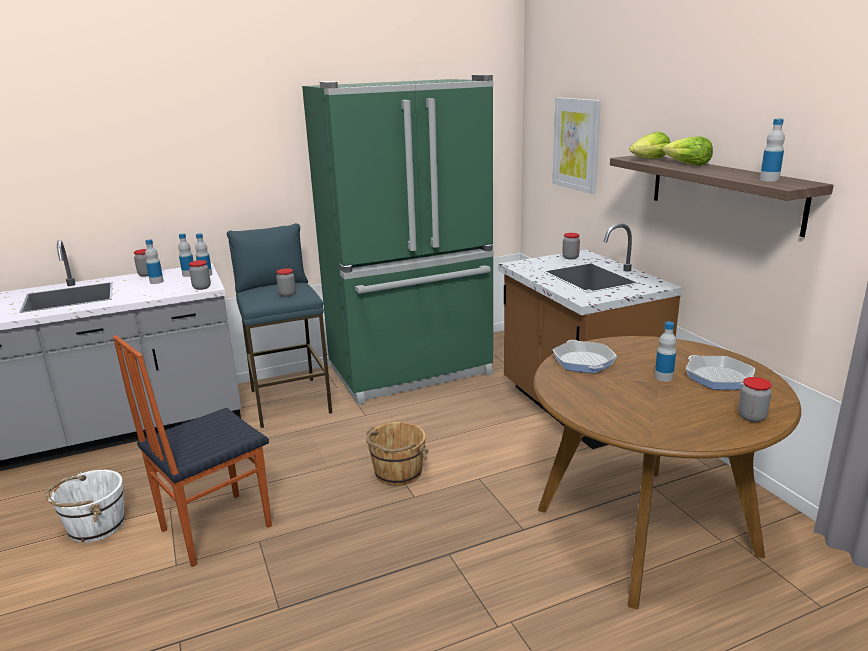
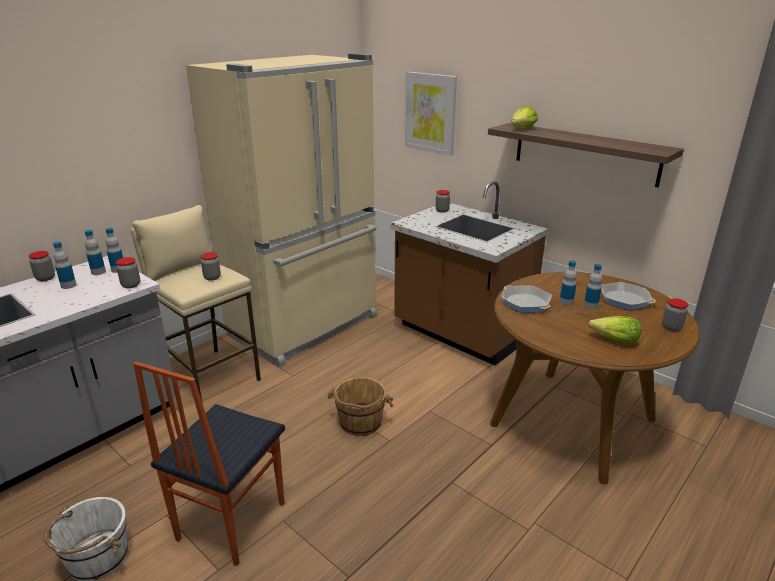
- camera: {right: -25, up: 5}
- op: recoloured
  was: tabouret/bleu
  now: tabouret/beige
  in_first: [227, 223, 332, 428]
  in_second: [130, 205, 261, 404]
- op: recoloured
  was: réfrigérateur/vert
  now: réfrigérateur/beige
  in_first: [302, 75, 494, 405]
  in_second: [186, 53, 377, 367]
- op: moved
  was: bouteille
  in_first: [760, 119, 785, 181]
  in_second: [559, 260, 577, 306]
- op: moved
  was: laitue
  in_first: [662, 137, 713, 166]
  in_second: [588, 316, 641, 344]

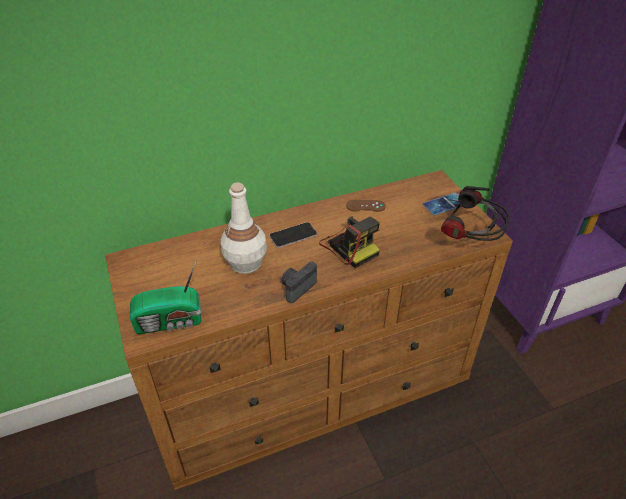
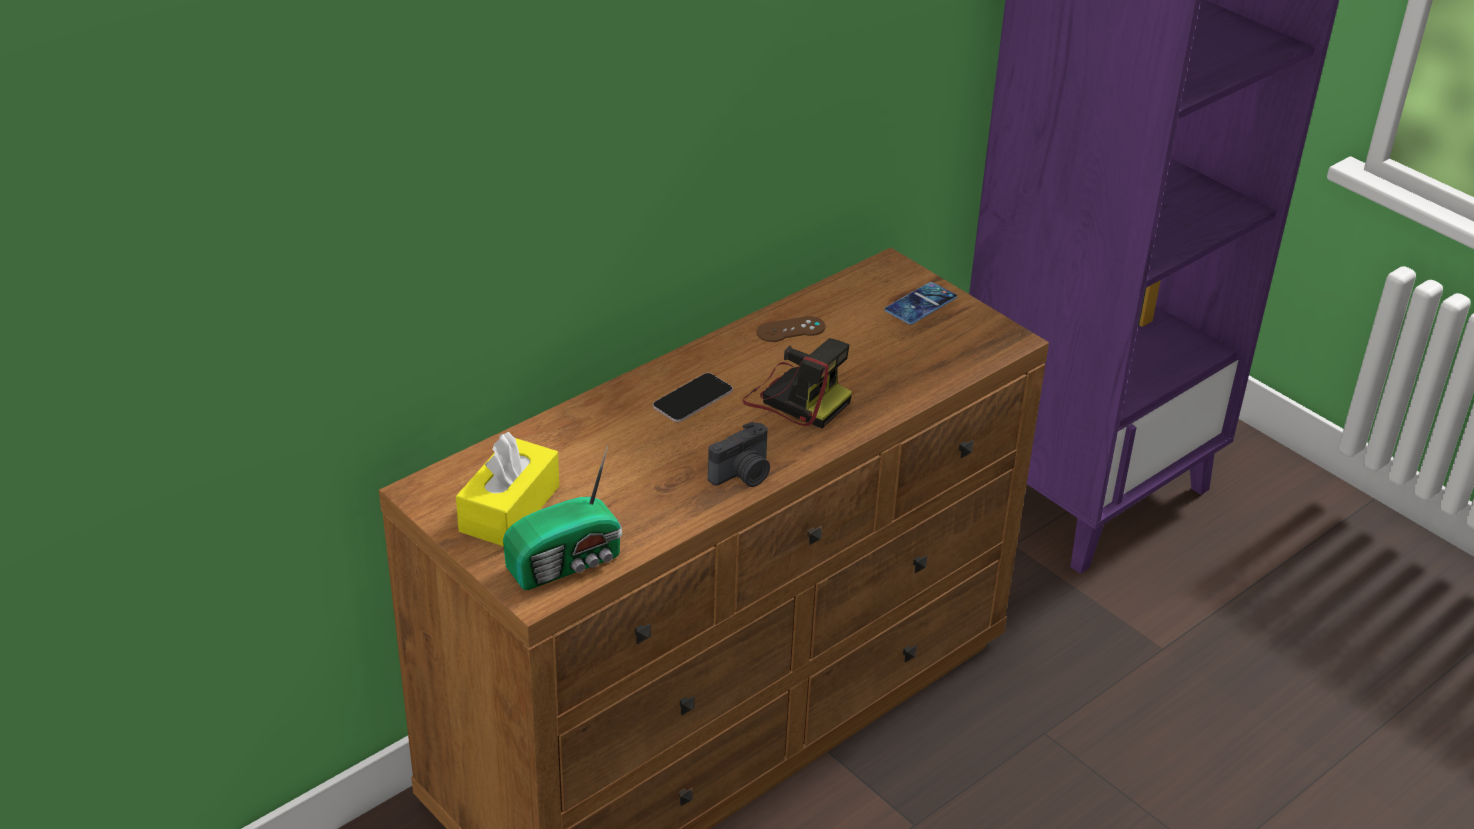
- camera: {right: -20, up: -5}
- op: added
  now: boîte à mouchoirs/jaune
  in_second: [456, 432, 559, 546]
- op: turned
  was: appareil photo
  in_first: [281, 261, 317, 303]
  in_second: [708, 422, 770, 487]
  clockwise: -150
- op: removed
  was: bouteille/blanc
  in_first: [221, 182, 267, 274]
- op: removed
  was: casque audio
  in_first: [441, 186, 510, 241]

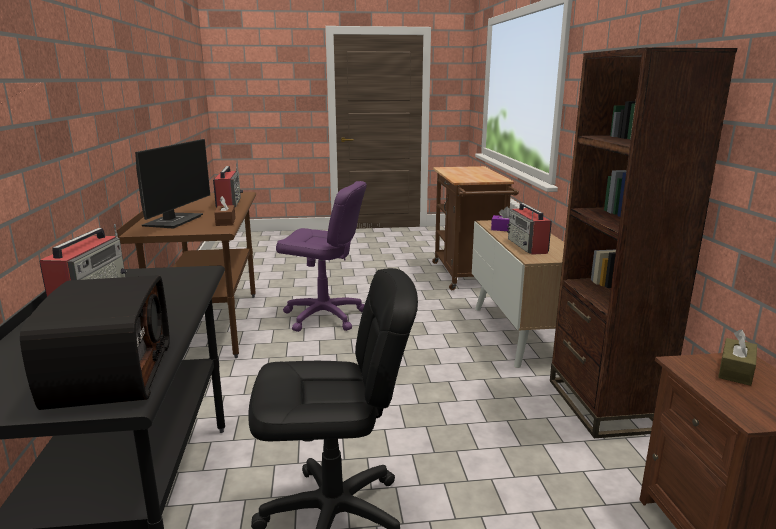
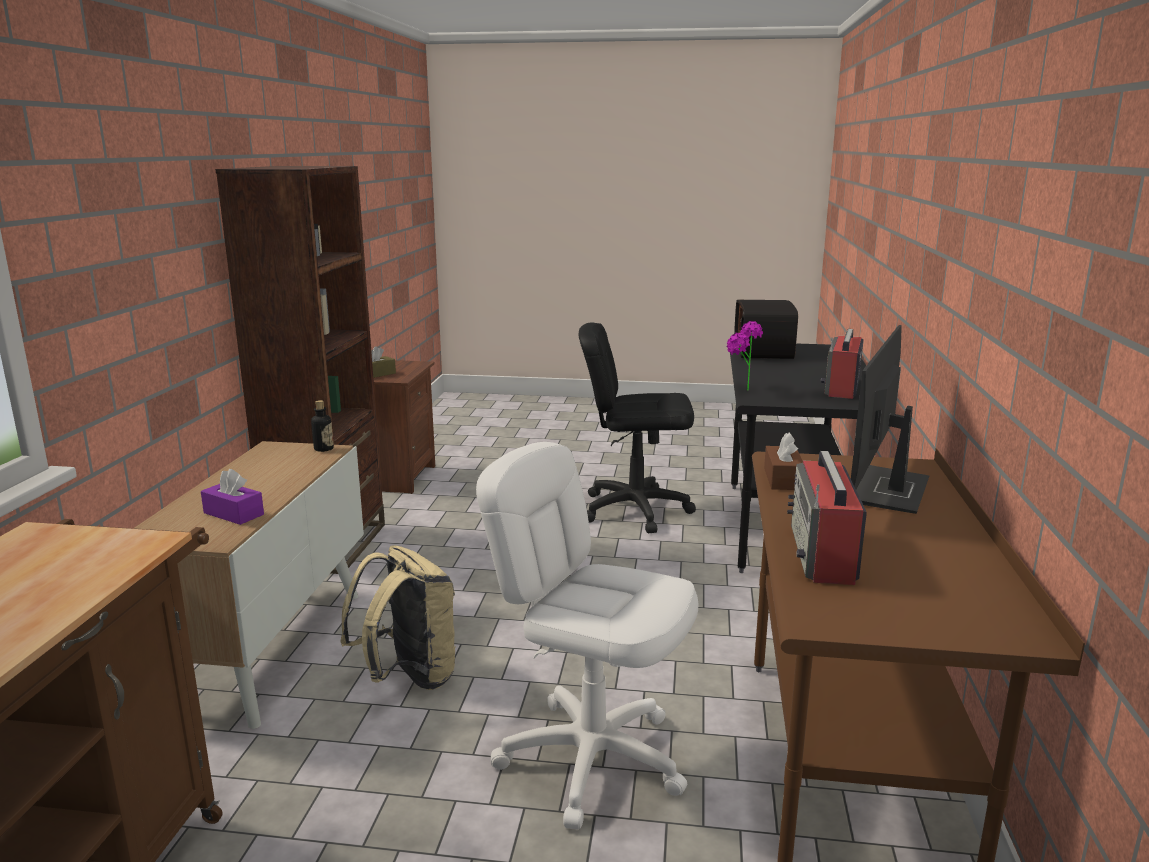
- camera: {right: -165, up: 0}
- op: added
  now: bouteille
  in_second: [311, 400, 334, 452]
- op: added
  now: sac à dos/beige
  in_second: [340, 545, 456, 690]
- op: recoloured
  was: chaise de bureau/violet
  now: chaise de bureau/blanc
  in_first: [276, 181, 367, 332]
  in_second: [476, 442, 698, 830]
- op: added
  now: plante en pot
  in_second: [727, 321, 763, 391]
- op: removed
  was: radio
  in_first: [507, 203, 552, 255]

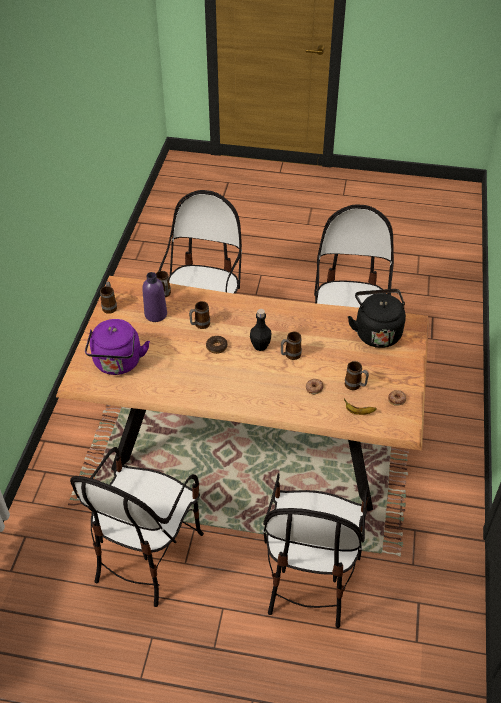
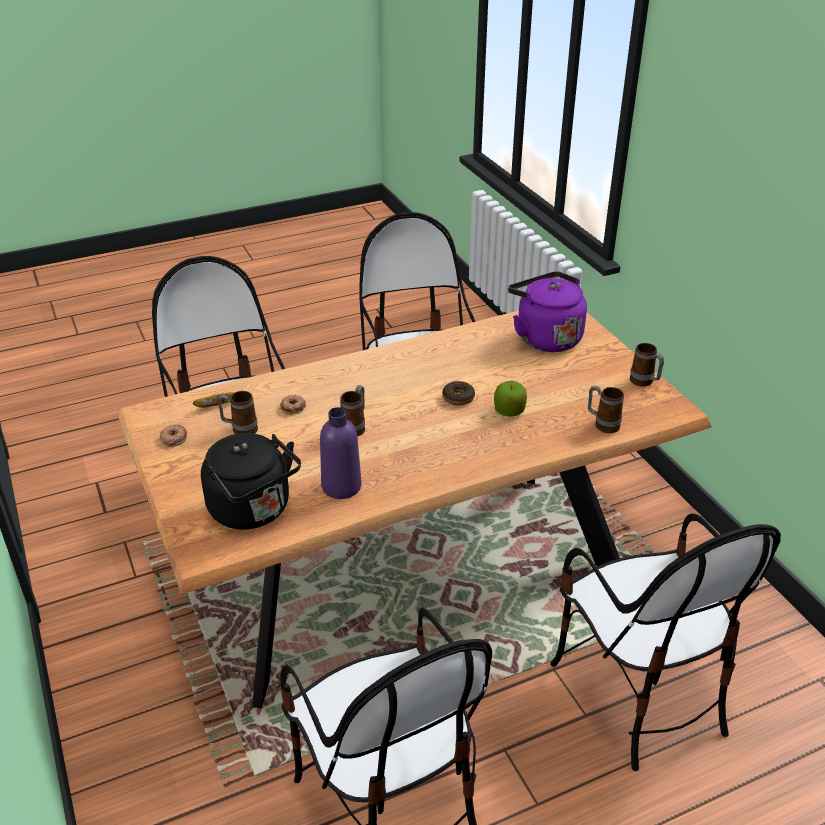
- camera: {right: 145, up: -10}
- op: moved
  was: bouteille/violet
  in_first: [142, 272, 167, 322]
  in_second: [320, 407, 362, 499]
- op: replaced
  was: mug
  now: pomme
  in_first: [189, 301, 210, 329]
  in_second: [494, 381, 527, 417]
- op: removed
  was: bouteille/noir
  in_first: [250, 309, 271, 351]

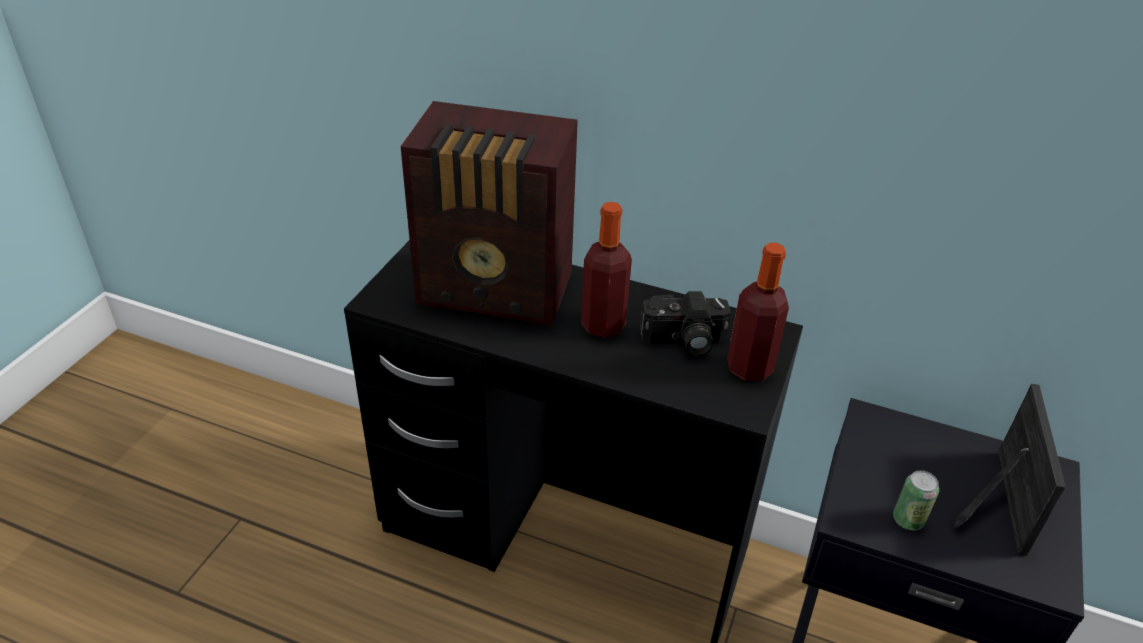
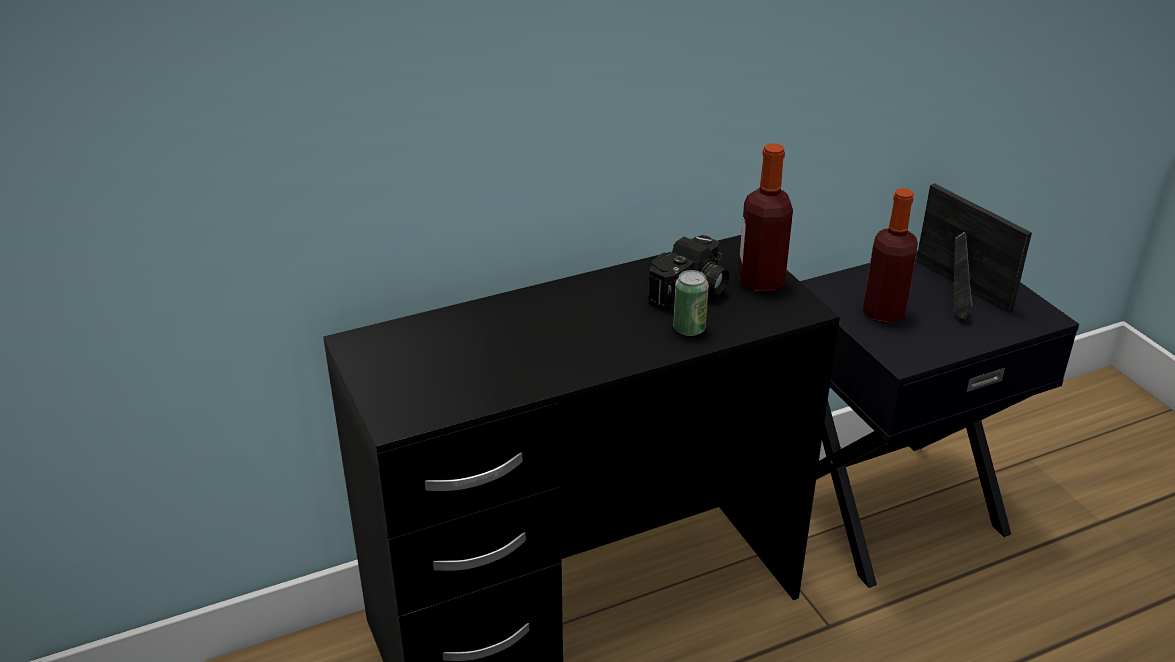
- camera: {right: -45, up: -5}
- op: moved
  was: boîte métallique
  in_first: [893, 470, 939, 531]
  in_second: [673, 270, 709, 336]
- op: moved
  was: bouteille
  in_first: [581, 202, 632, 338]
  in_second: [863, 188, 918, 324]
- op: removed
  was: radio
  in_first: [400, 101, 578, 326]

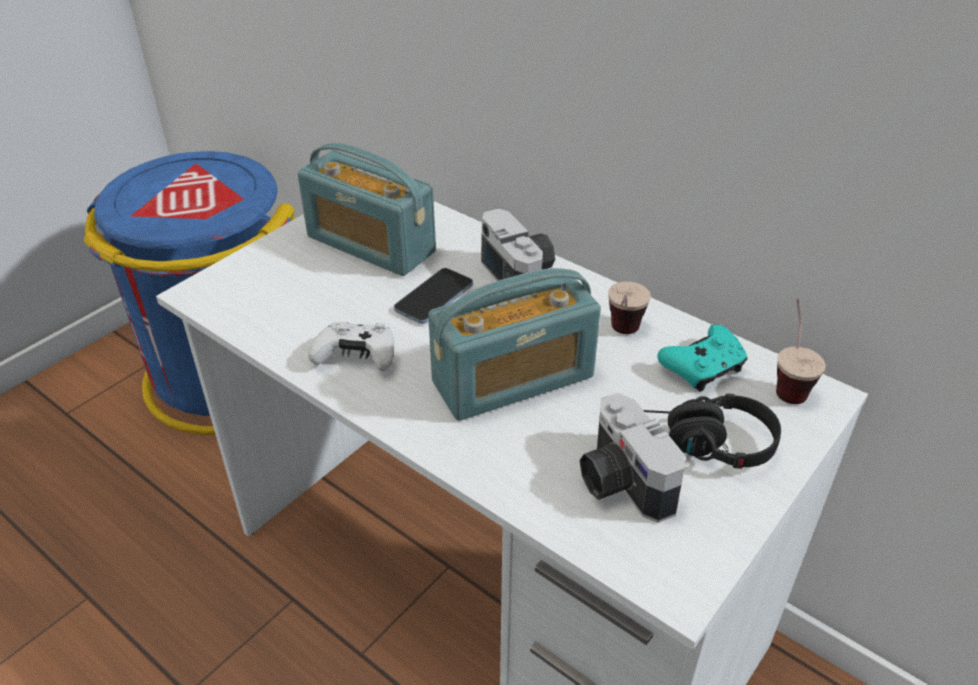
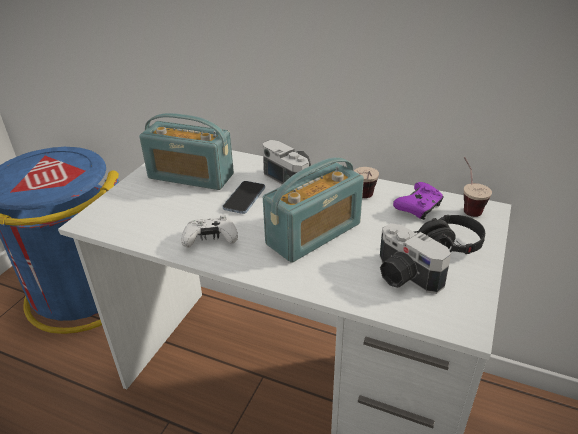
- camera: {right: -15, up: -5}
- op: recoloured
  was: manette/turquoise
  now: manette/violet
  in_first: [657, 325, 748, 392]
  in_second: [393, 182, 444, 220]

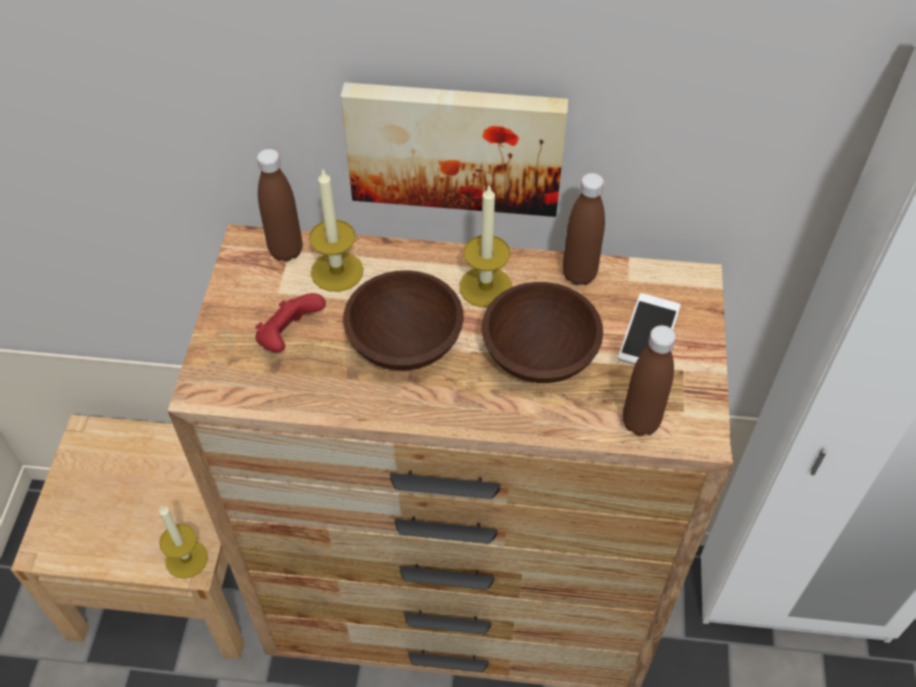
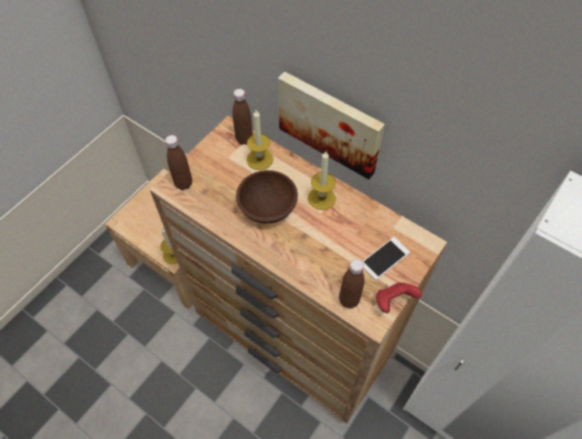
- camera: {right: 30, up: 5}
- op: moved
  was: bouteille/marron
  in_first: [562, 173, 605, 285]
  in_second: [165, 135, 192, 190]
- op: moved
  was: manette/rouge
  in_first: [255, 293, 326, 352]
  in_second: [376, 282, 422, 313]
- op: removed
  was: bol/marron
  in_first: [482, 282, 603, 383]

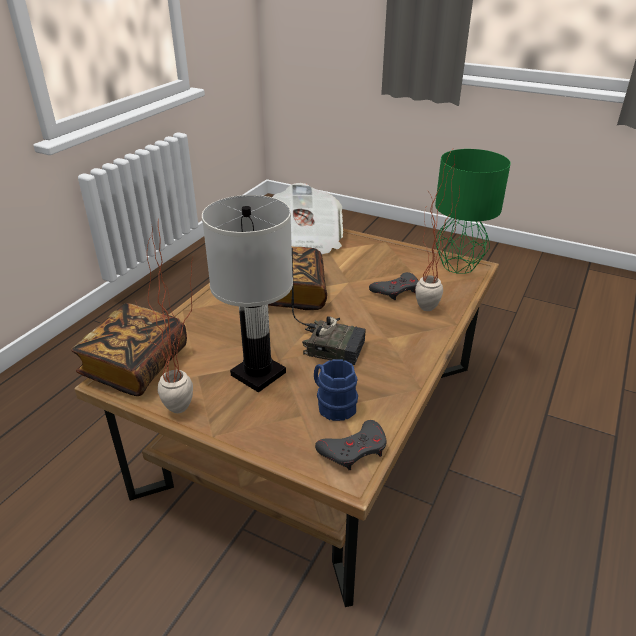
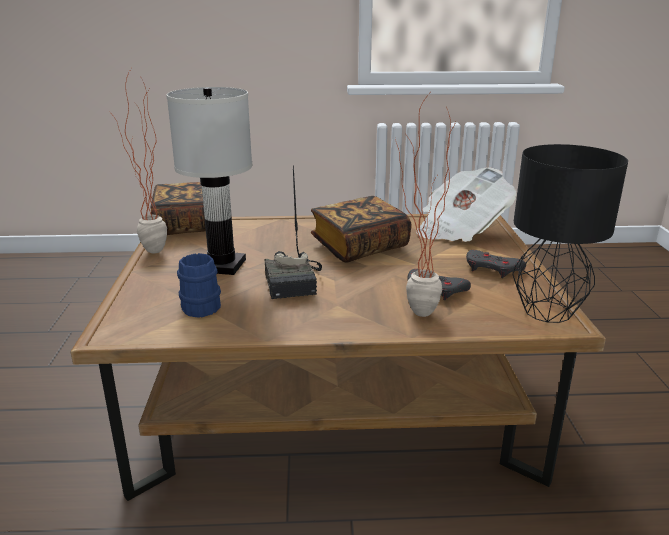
- camera: {right: 60, up: -10}
- op: moved
  was: manette/gris
  in_first: [315, 420, 387, 470]
  in_second: [466, 250, 526, 278]
- op: recoloured
  was: lampe de table/vert
  now: lampe de table/noir
  in_first: [435, 149, 511, 274]
  in_second: [513, 144, 628, 323]

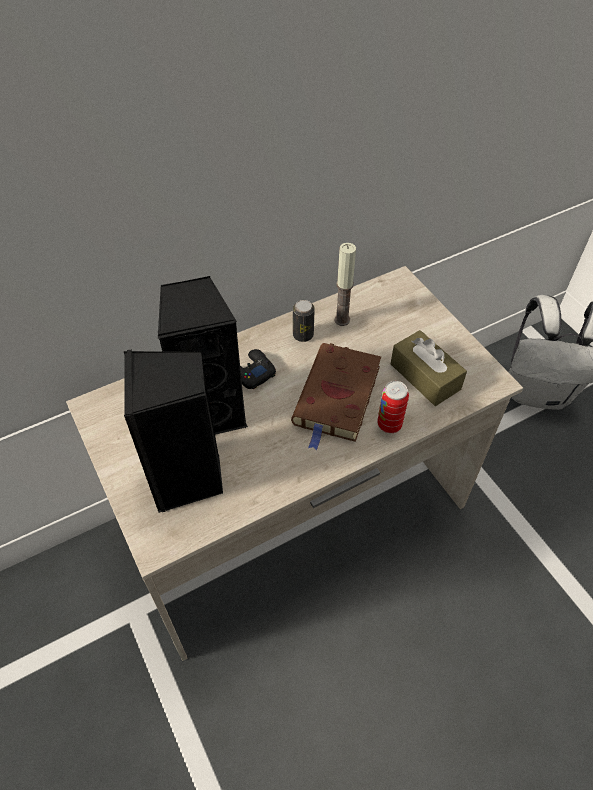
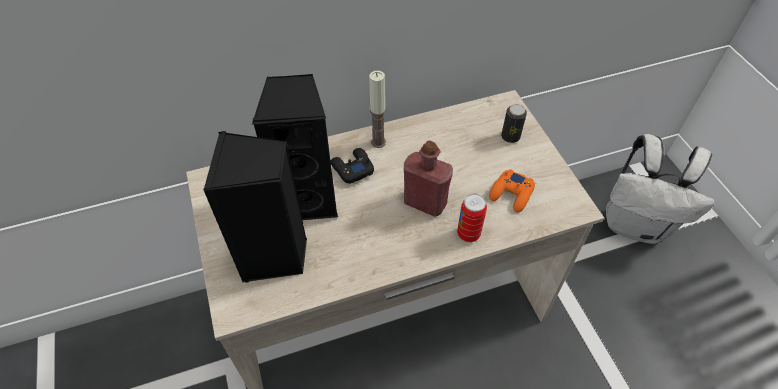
- camera: {right: 10, up: 0}
- op: moved
  was: bougie
  in_first: [334, 243, 356, 326]
  in_second: [369, 71, 386, 148]
- op: replaced
  was: livre/marron
  now: bouteille/rouge
  in_first: [291, 343, 381, 451]
  in_second: [404, 140, 453, 217]
- op: replaced
  was: boîte à mouchoirs/marron
  now: manette/orange
  in_first: [391, 330, 467, 406]
  in_second: [489, 169, 535, 213]
- op: moved
  was: boîte métallique
  in_first: [293, 300, 315, 342]
  in_second: [501, 104, 527, 143]

